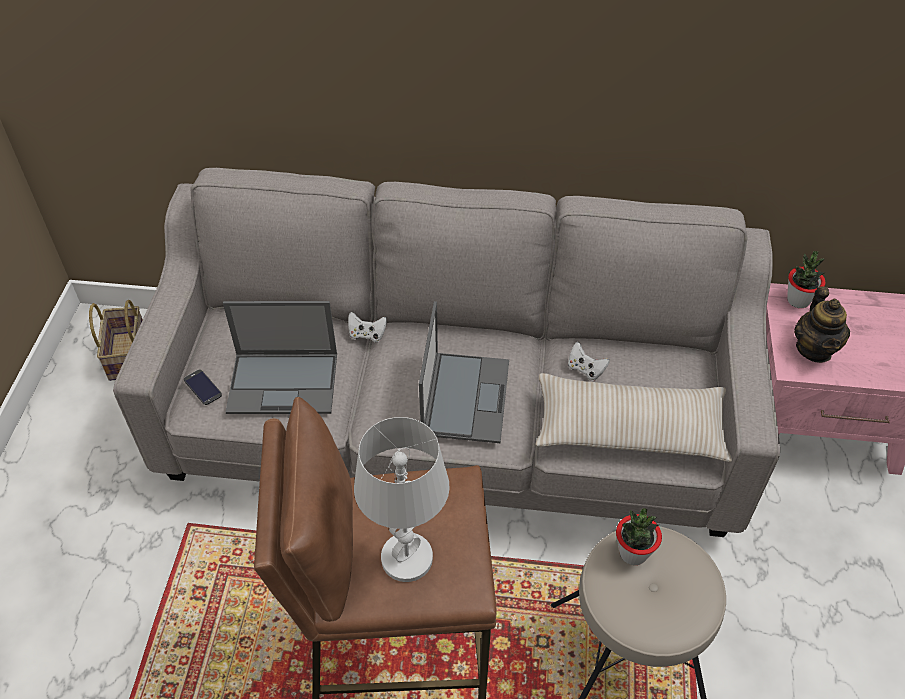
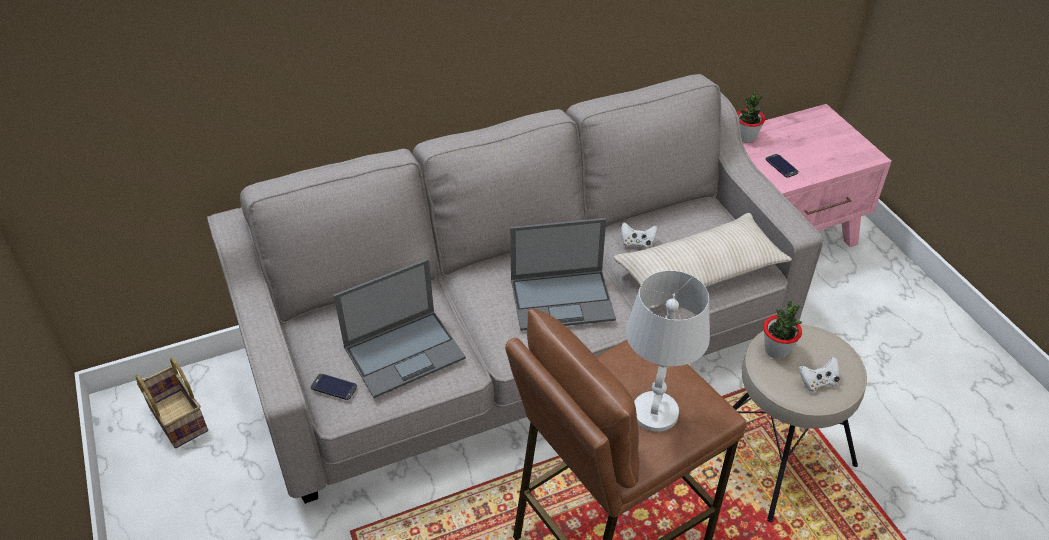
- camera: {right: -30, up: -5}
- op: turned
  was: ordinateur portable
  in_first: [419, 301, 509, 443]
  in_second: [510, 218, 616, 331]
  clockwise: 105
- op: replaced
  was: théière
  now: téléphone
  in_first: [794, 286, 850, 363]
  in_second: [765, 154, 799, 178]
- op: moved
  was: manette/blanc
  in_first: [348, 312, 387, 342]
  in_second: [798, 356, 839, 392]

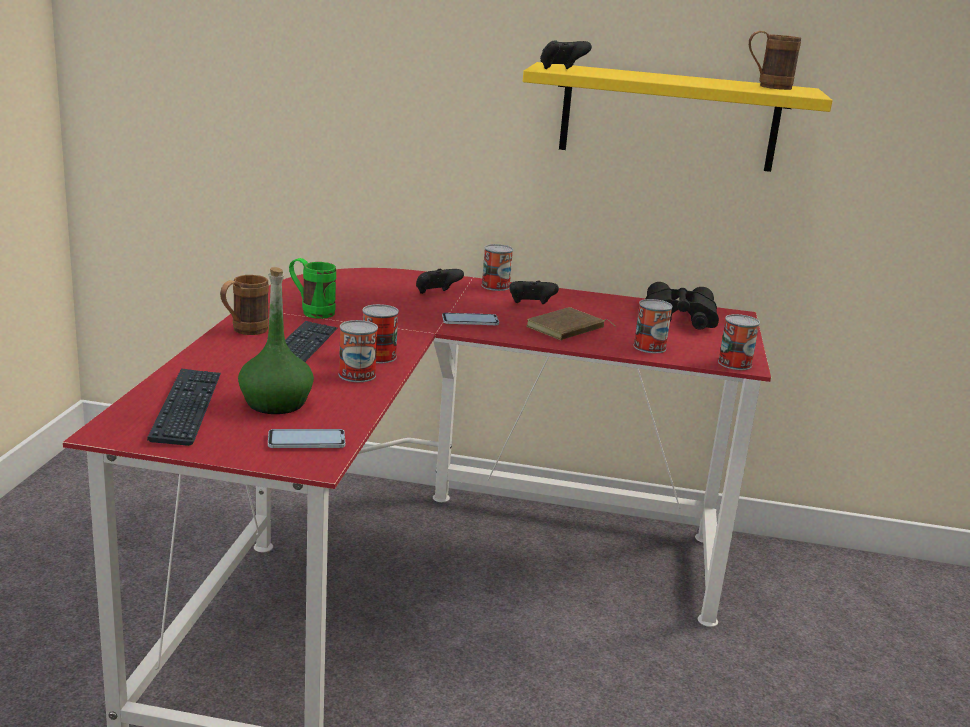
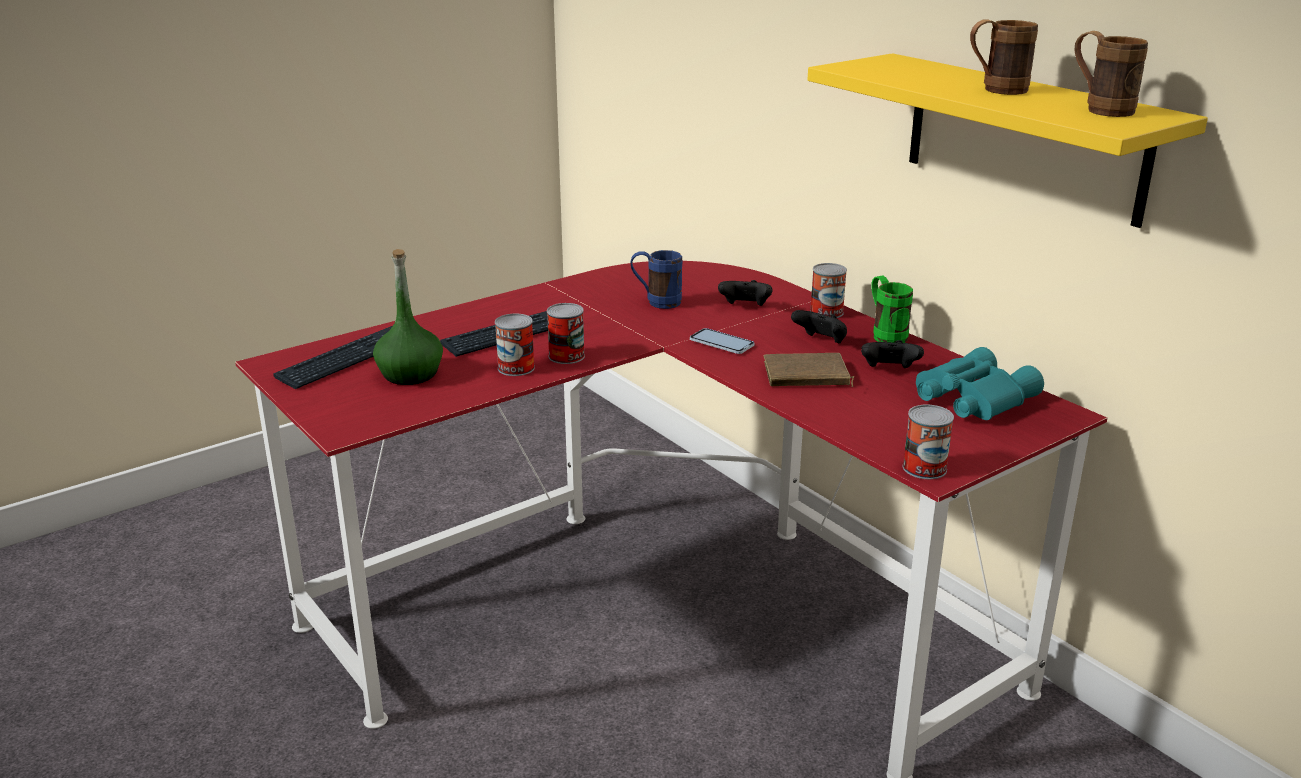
- camera: {right: 45, up: 5}
- op: added
  now: mug/bleu
  in_second: [631, 250, 683, 309]
- op: moved
  was: manette/noir
  in_first: [540, 40, 592, 69]
  in_second: [861, 340, 924, 368]
- op: moved
  was: mug/vert
  in_first: [289, 258, 336, 319]
  in_second: [871, 276, 913, 343]
- op: recoloured
  was: jumelles/noir
  now: jumelles/turquoise
  in_first: [645, 282, 719, 330]
  in_second: [916, 347, 1044, 420]
- op: moved
  was: mug/marron
  in_first: [220, 275, 269, 335]
  in_second: [970, 19, 1038, 95]
- op: removed
  was: téléphone
  in_first: [268, 429, 345, 448]
- op: removed
  was: boîte métallique
  in_first: [633, 299, 673, 353]

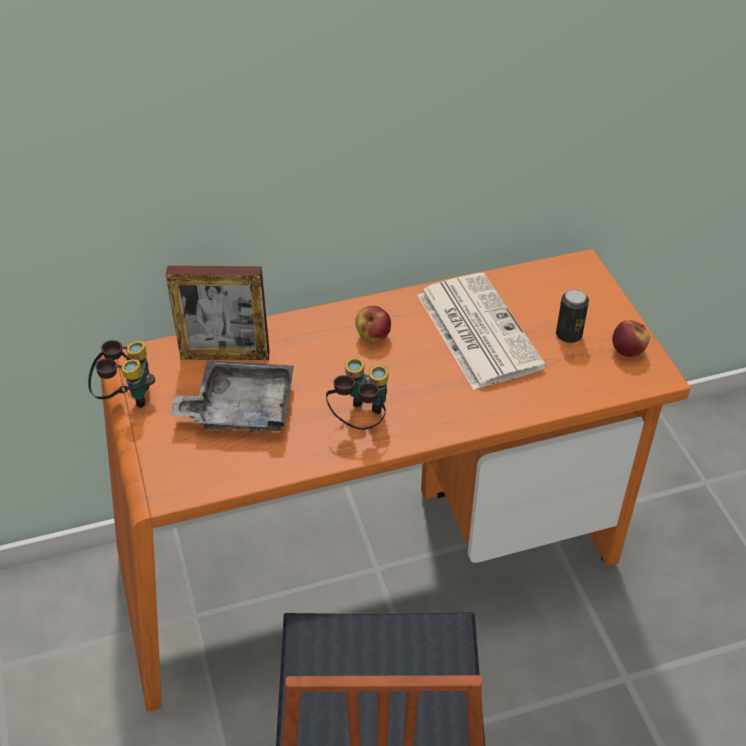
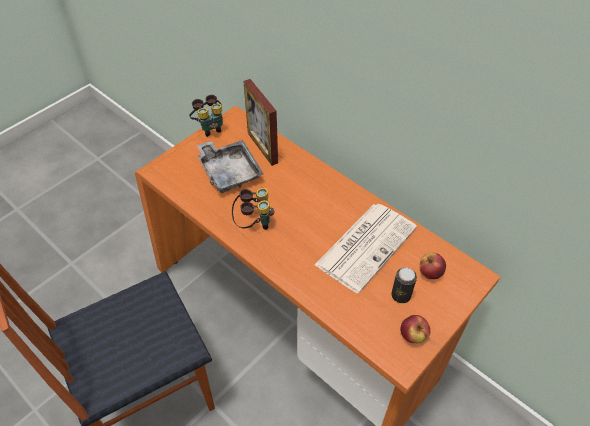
- camera: {right: 60, up: 5}
- op: moved
  was: pomme
  in_first: [355, 306, 391, 343]
  in_second: [420, 253, 446, 279]

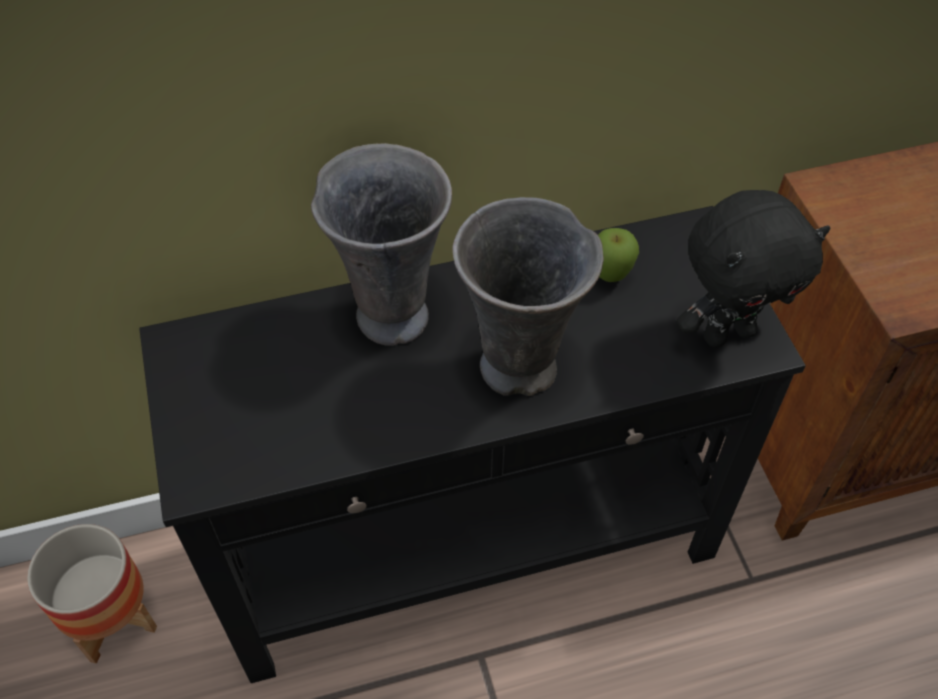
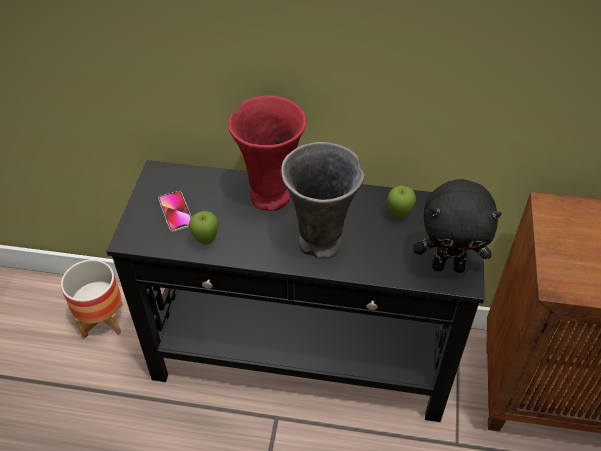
- camera: {right: 25, up: -5}
- op: added
  now: téléphone
  in_second: [158, 191, 191, 232]
- op: added
  now: pomme
  in_second: [189, 211, 218, 245]
- op: recoloured
  was: vase/gris
  now: vase/rouge
  in_first: [311, 143, 452, 346]
  in_second: [228, 95, 307, 211]

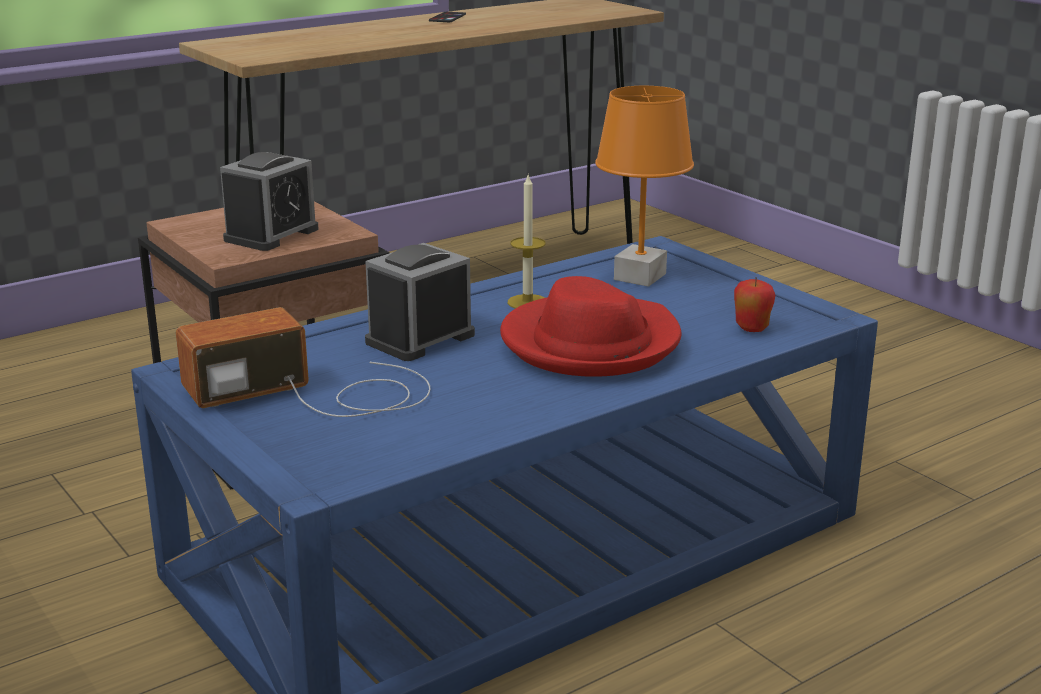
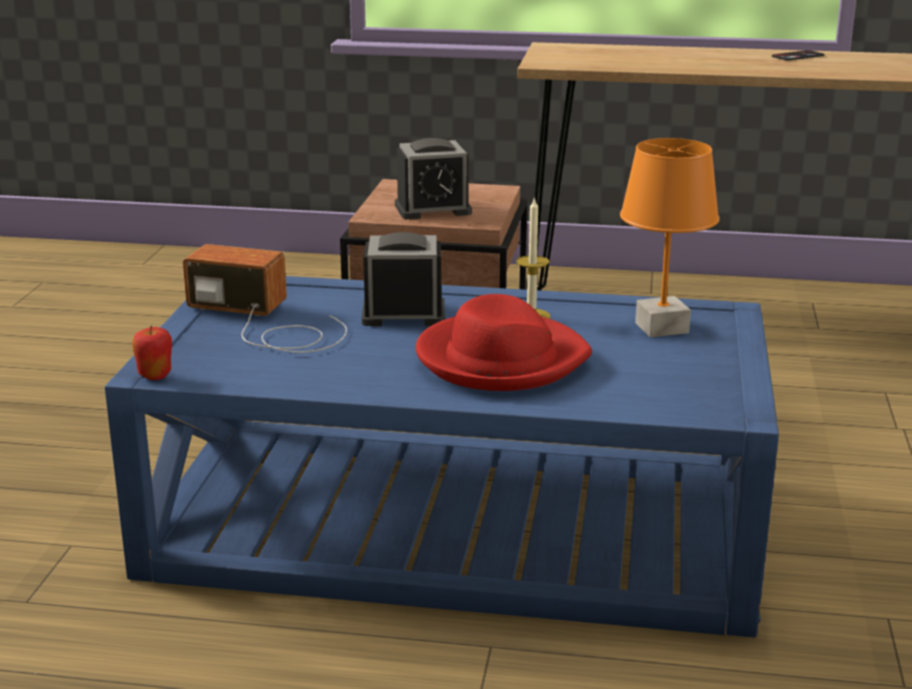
- camera: {right: 45, up: 0}
- op: moved
  was: pomme
  in_first: [734, 277, 776, 332]
  in_second: [132, 326, 172, 380]

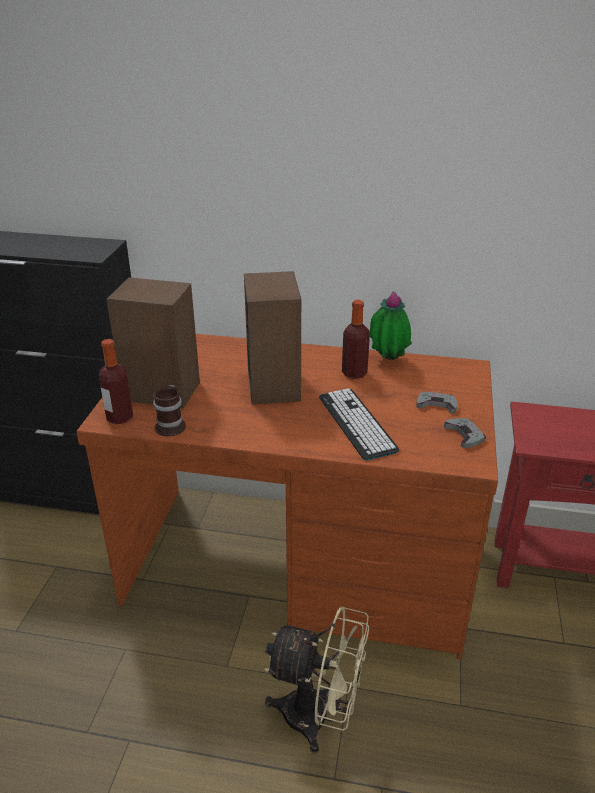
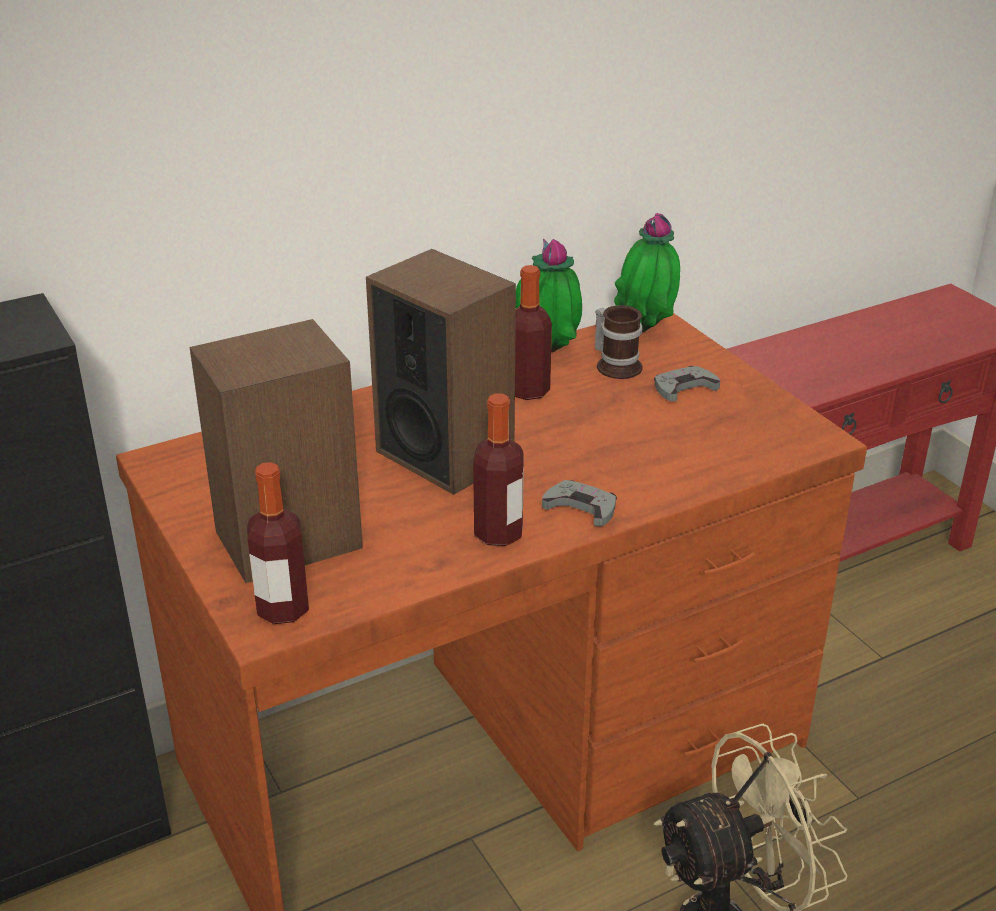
- camera: {right: -40, up: 0}
- op: added
  now: bouteille
  in_second: [473, 393, 524, 546]
- op: moved
  was: manette/gris
  in_first: [444, 418, 486, 448]
  in_second: [542, 480, 617, 526]
- op: moved
  was: mug
  in_first: [153, 385, 186, 436]
  in_second: [595, 305, 643, 379]
- op: added
  now: plante en pot
  in_second: [614, 213, 680, 332]
- op: removed
  was: clavier
  in_first: [319, 388, 399, 460]

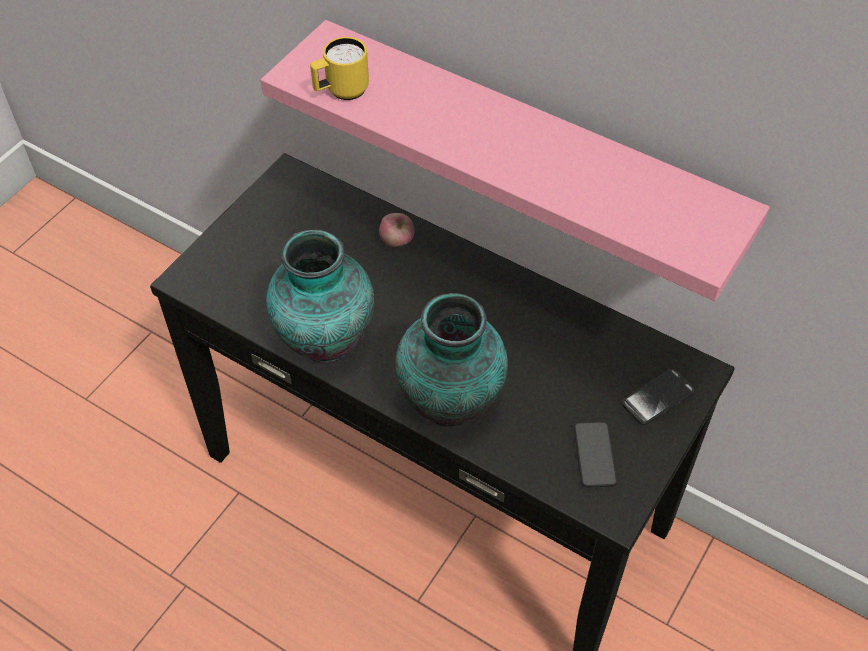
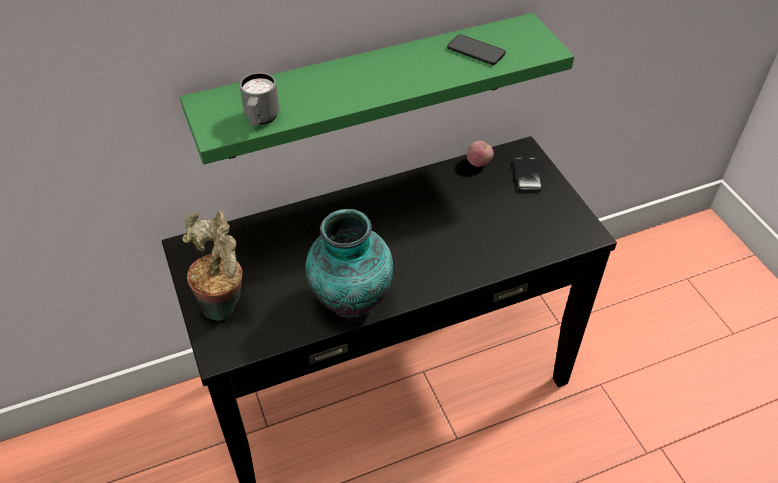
- camera: {right: -55, up: -5}
- op: recoloured
  was: étagère/rose
  now: étagère/vert
  in_first: [261, 20, 770, 301]
  in_second: [180, 13, 574, 165]
- op: added
  now: plante en pot
  in_second: [183, 211, 243, 321]
- op: recoloured
  was: mug/jaune
  now: mug/gris
  in_first: [310, 37, 369, 100]
  in_second: [240, 73, 279, 126]
- op: moved
  was: téléphone
  in_first: [574, 422, 617, 487]
  in_second: [447, 35, 506, 65]
- op: moved
  was: pomme
  in_first: [379, 213, 414, 247]
  in_second: [467, 140, 494, 167]
- op: removed
  was: vase
  in_first: [395, 293, 508, 426]

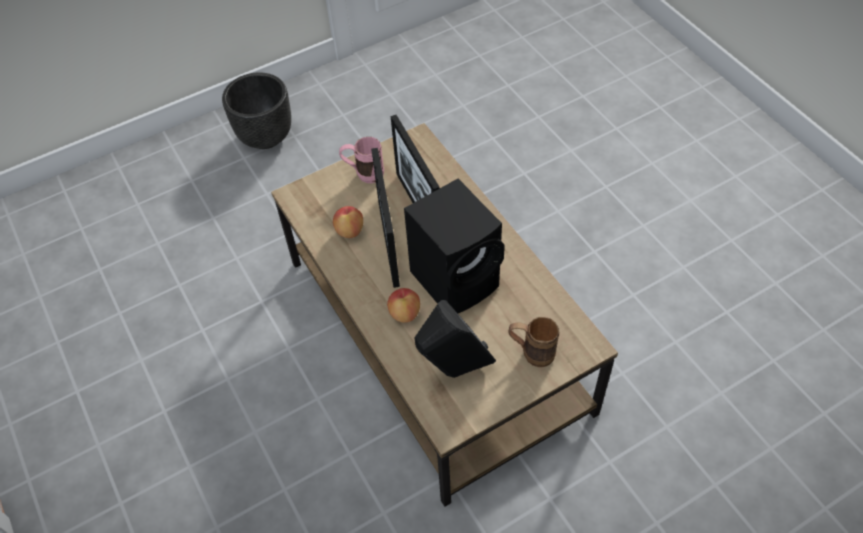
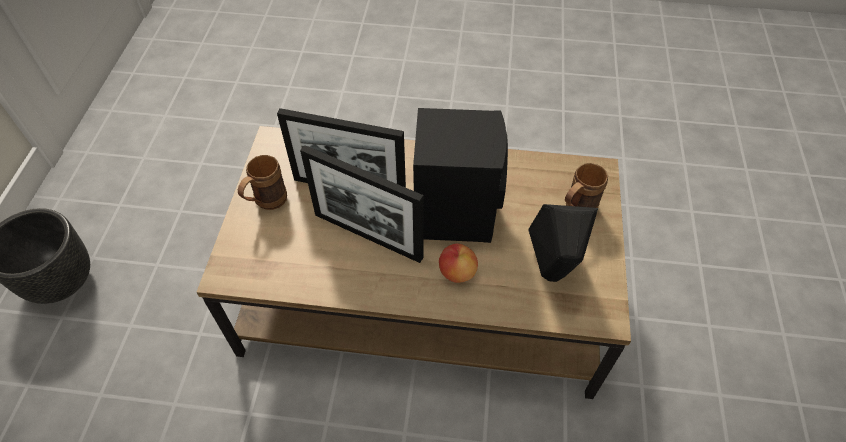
- camera: {right: -55, up: 0}
- op: recoloured
  was: mug/rose
  now: mug/marron
  in_first: [339, 137, 384, 183]
  in_second: [238, 155, 287, 210]
- op: removed
  was: pomme
  in_first: [333, 206, 363, 238]

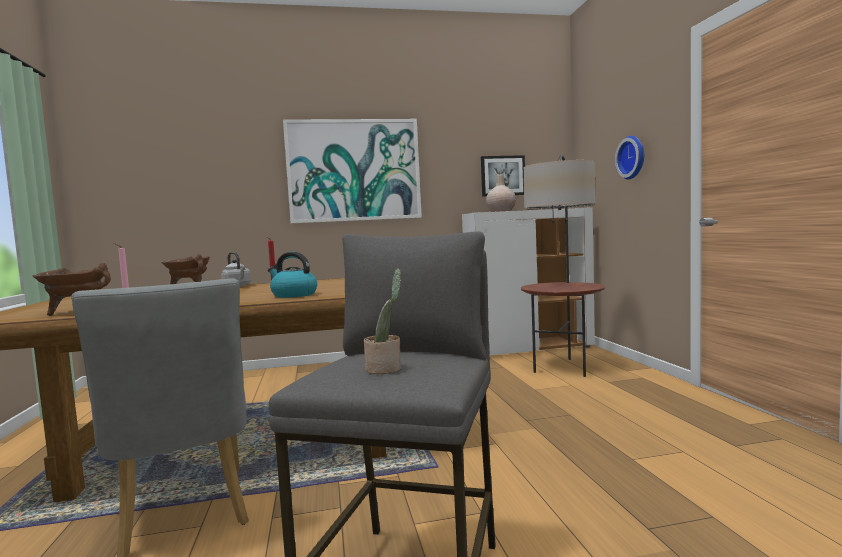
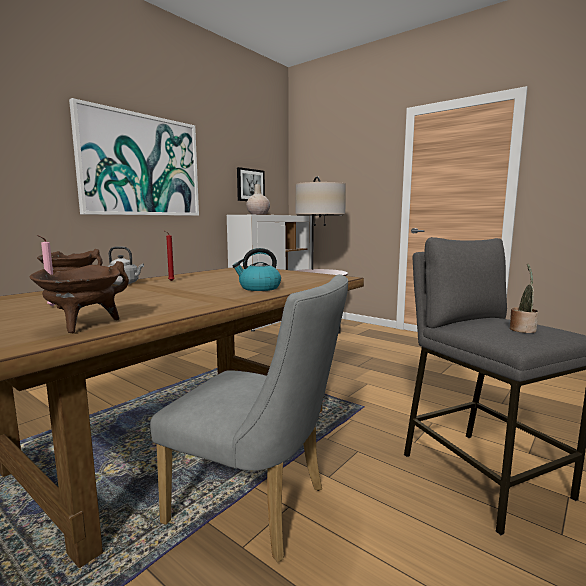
- camera: {right: -40, up: 5}
- op: removed
  was: horloge murale
  in_first: [615, 136, 644, 180]

